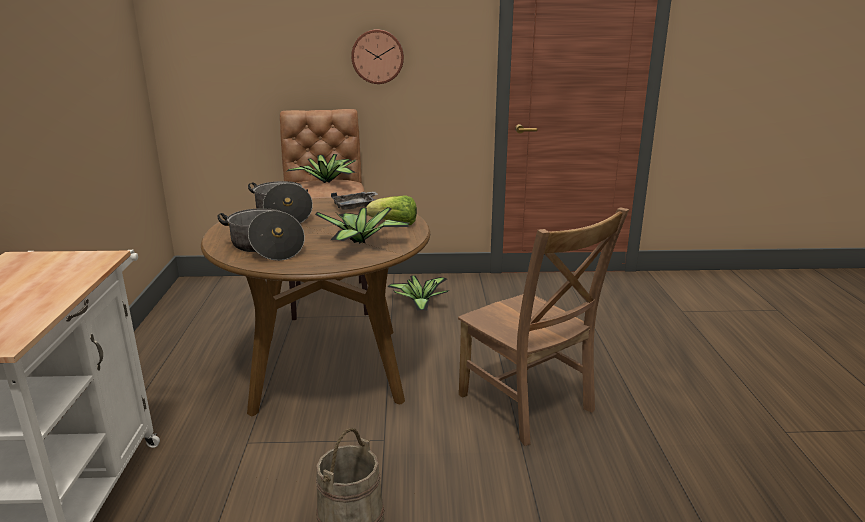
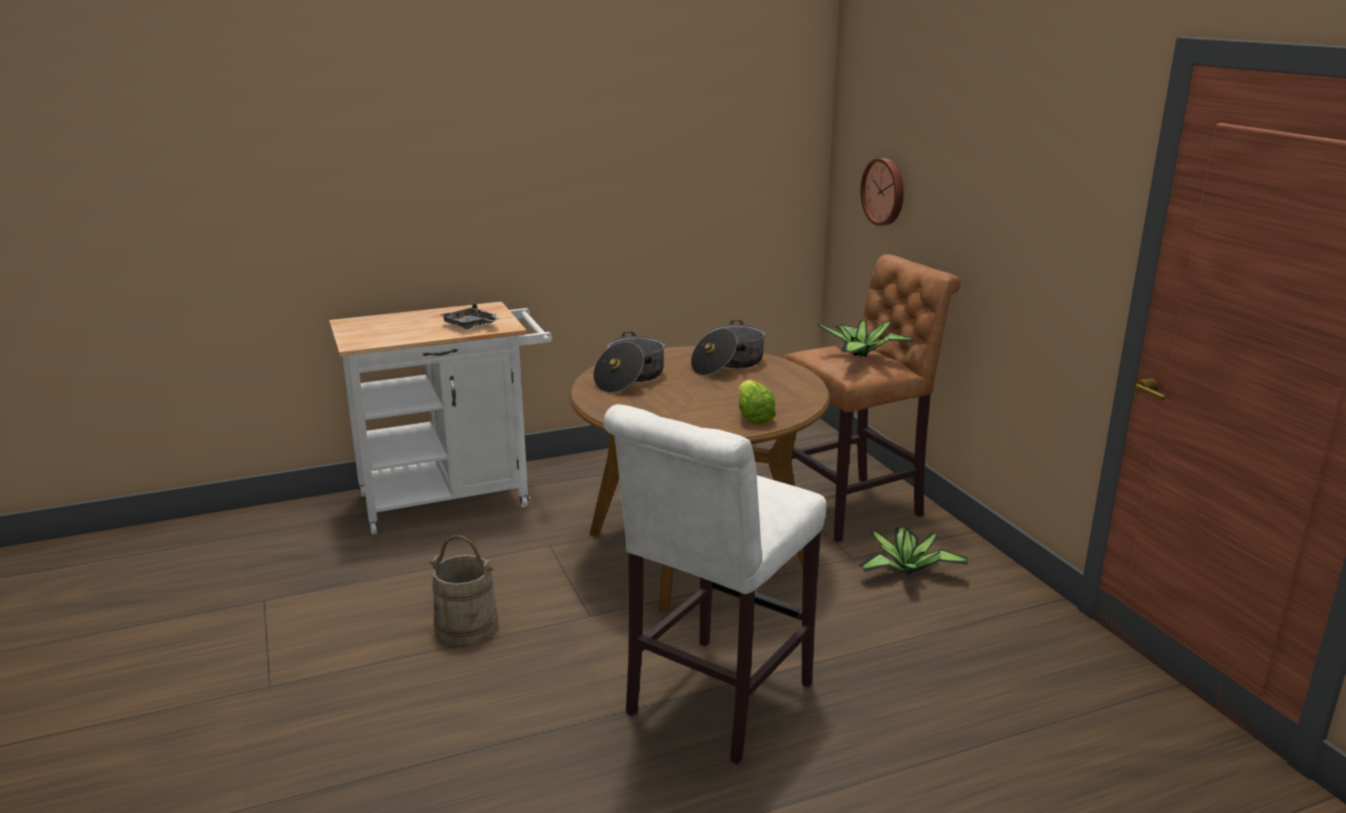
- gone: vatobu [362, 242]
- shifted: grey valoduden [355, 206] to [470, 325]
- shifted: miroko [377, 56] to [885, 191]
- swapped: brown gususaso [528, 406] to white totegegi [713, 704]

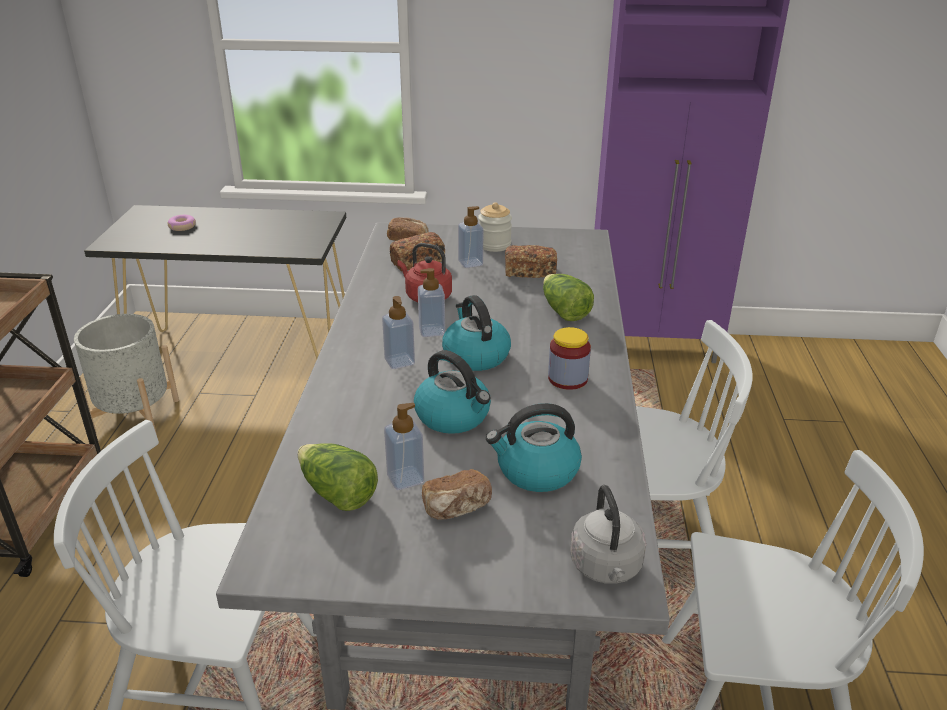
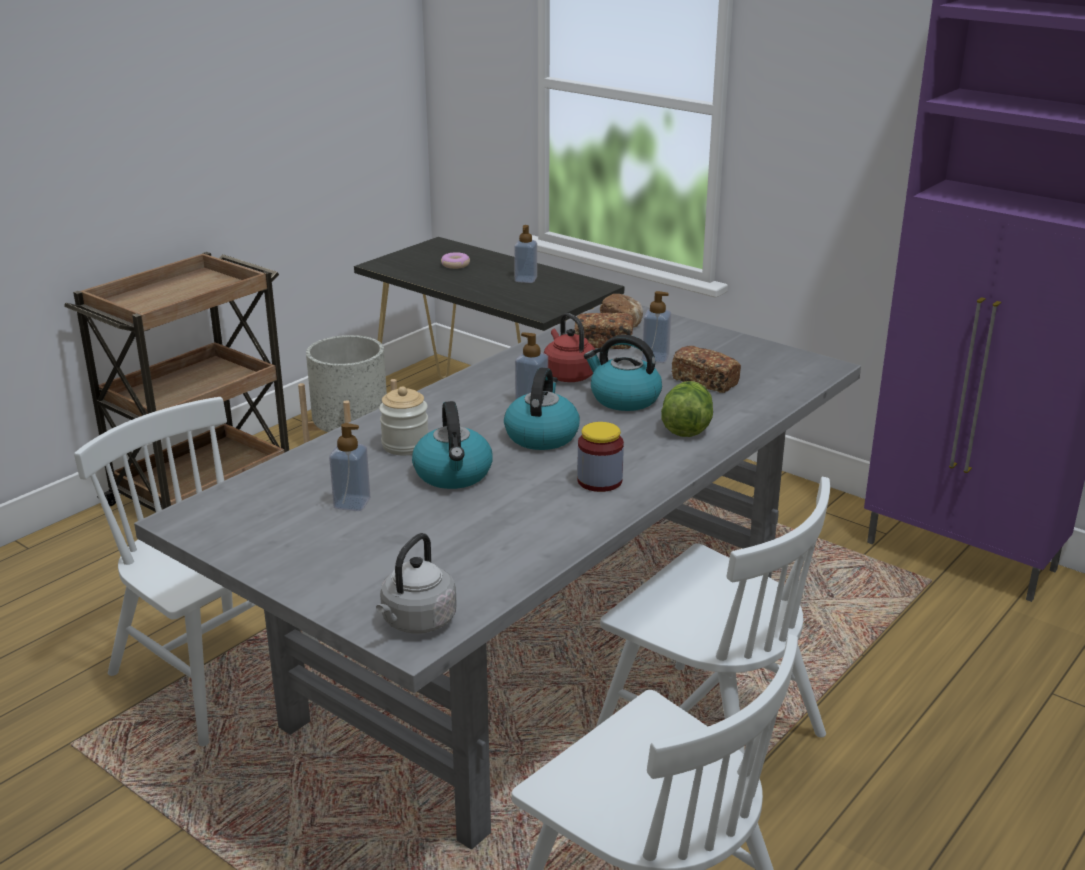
- gone: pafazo [337, 493]
- shifted: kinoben [399, 361] to [525, 279]
- gone: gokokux [457, 508]
- shifted: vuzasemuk [494, 245] to [405, 445]
- shifted: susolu [536, 471] to [623, 399]

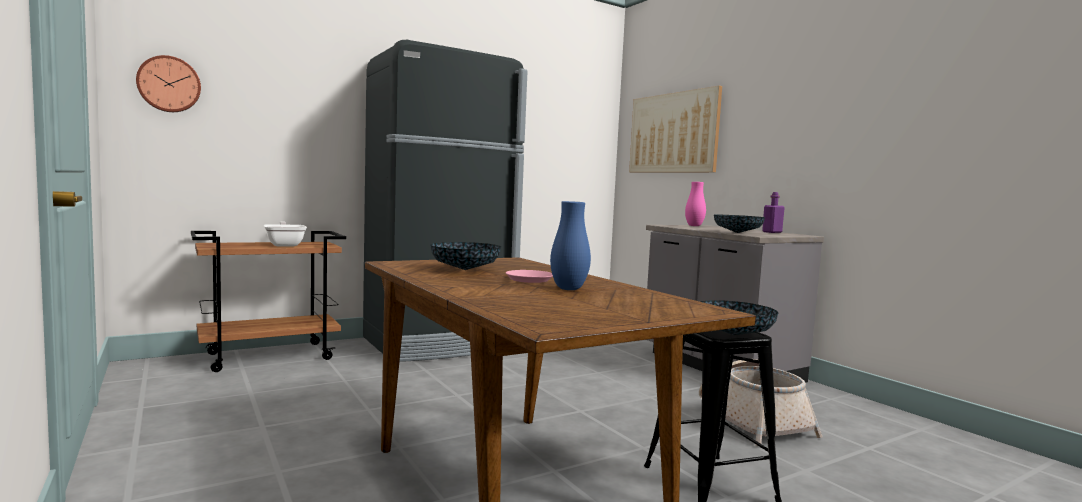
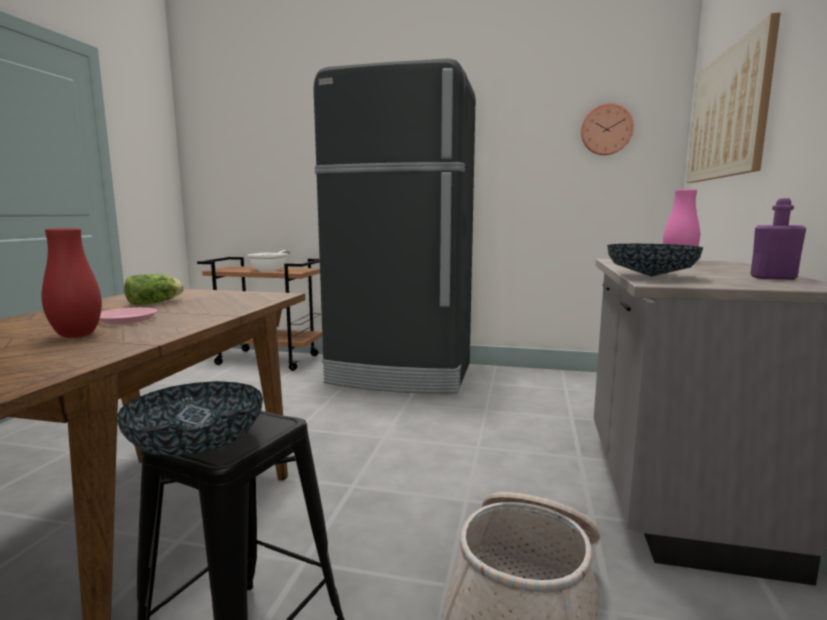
- shifted: miroko [169, 84] to [606, 130]
- swapped: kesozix [465, 270] to pafazo [156, 303]
- repainted: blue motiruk [568, 289] to red motiruk [77, 336]

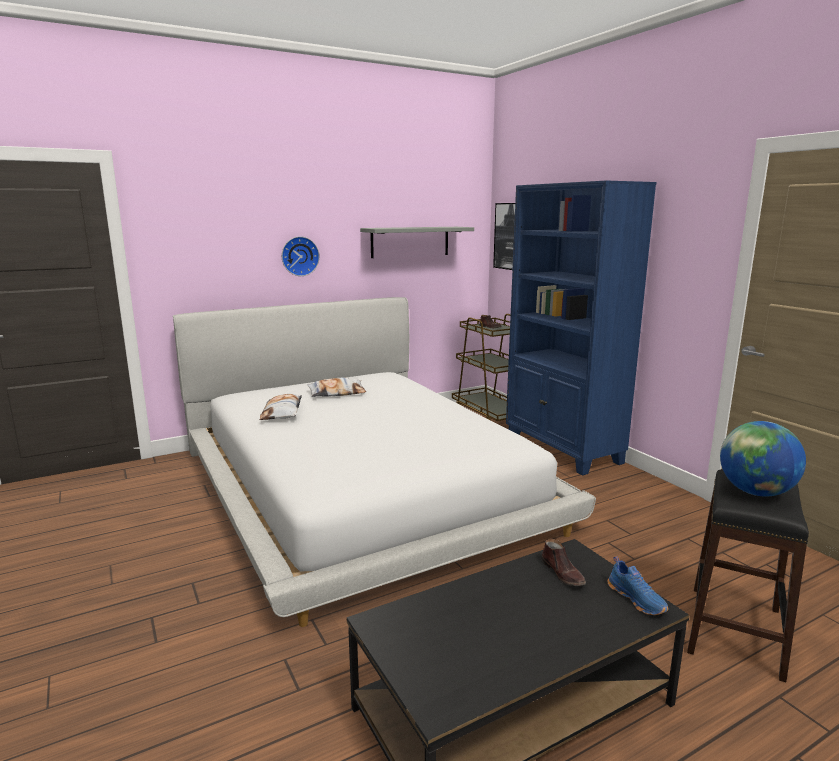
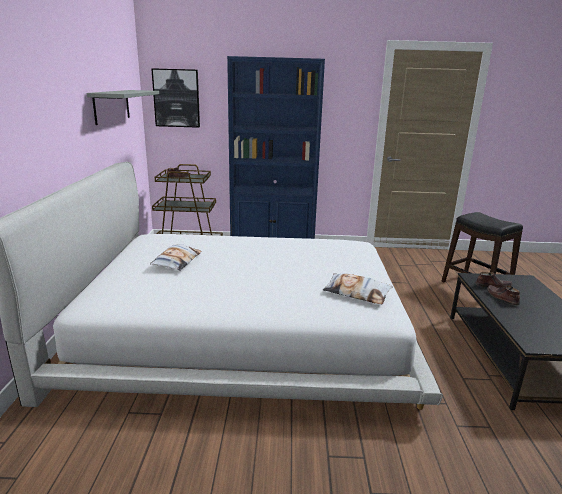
- shifted: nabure [282, 412] to [357, 293]
- gone: miroko [299, 256]
- gone: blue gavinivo [637, 599]
- gone: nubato [755, 492]
- new: brown gavinivo [501, 298]

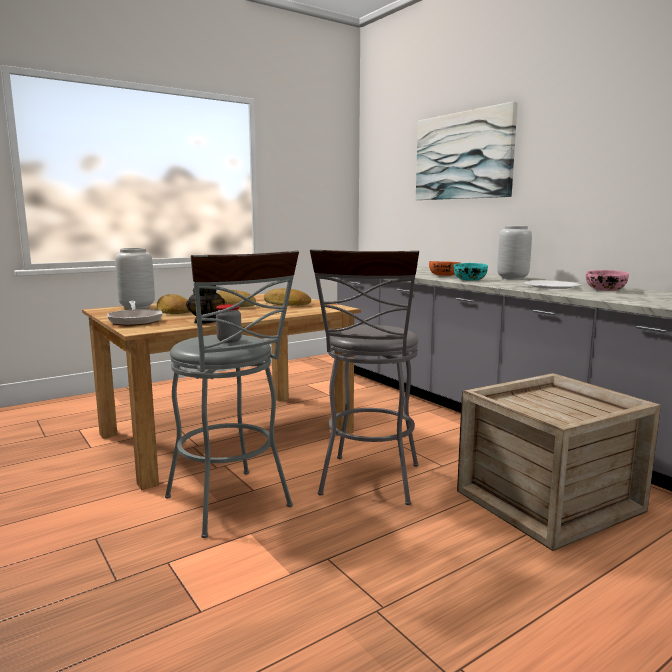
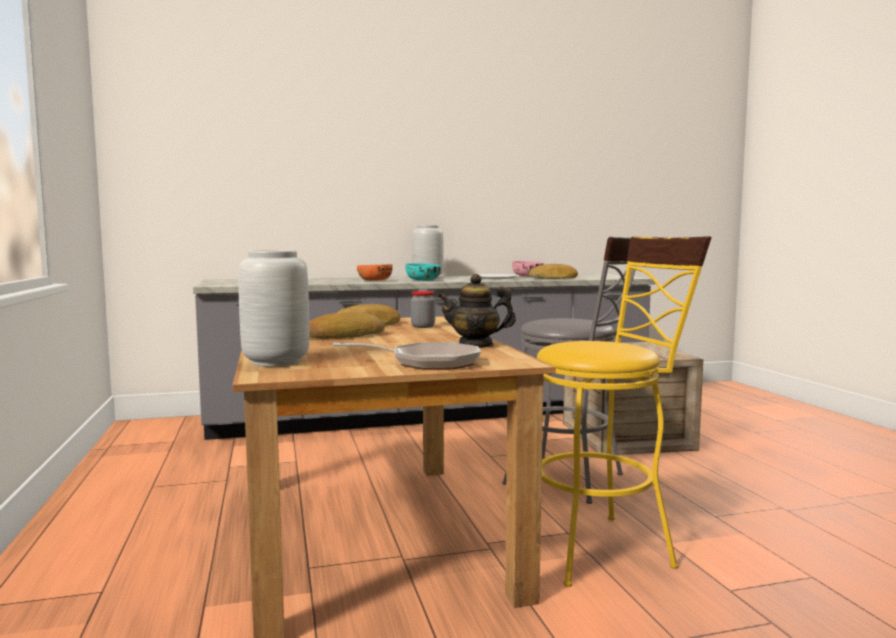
- shifted: gokokux [173, 311] to [554, 278]
- repainted: grey totegegi [233, 505] to yellow totegegi [604, 546]
- shifted: vuzasemuk [229, 340] to [423, 326]
- gone: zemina [463, 156]

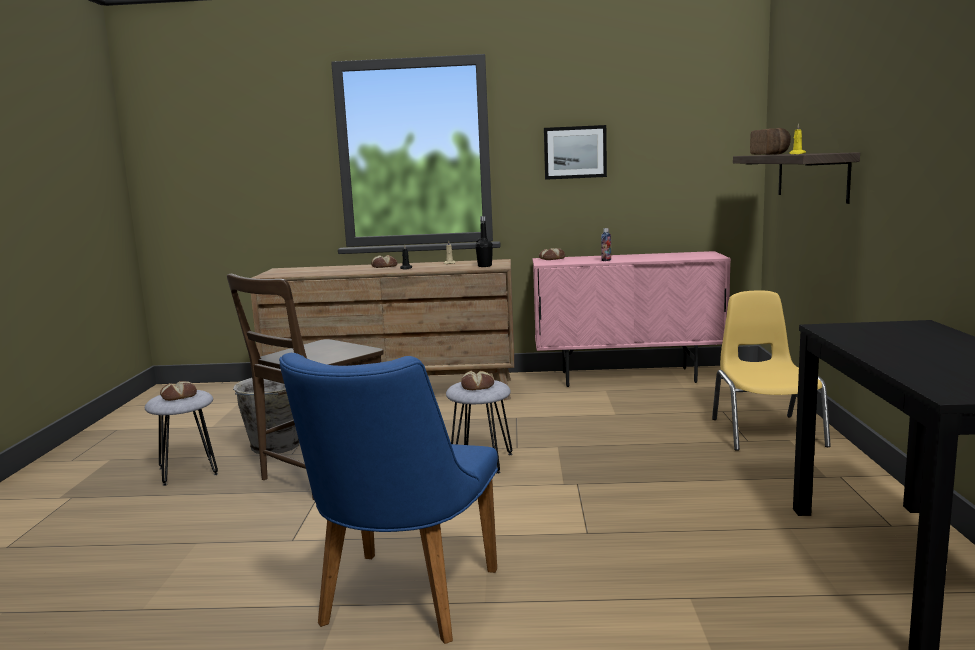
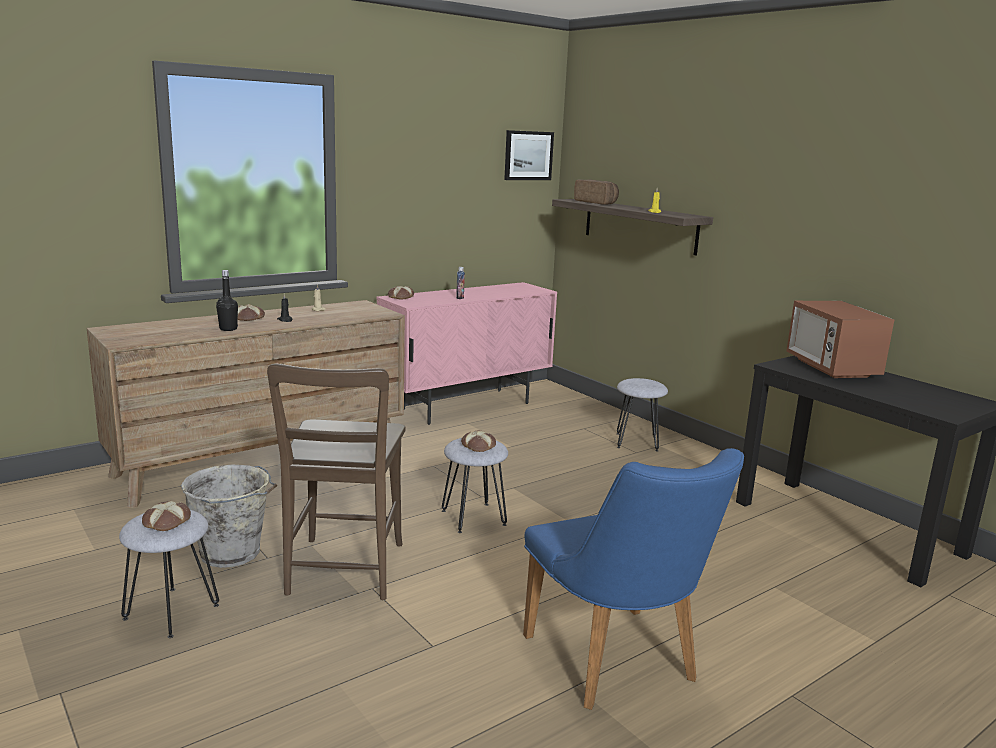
- shifted: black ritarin [484, 266] to [228, 329]
- shifted: zemina [575, 152] to [528, 155]
- swapped: yellow gususaso [765, 432] to grey totegegi [637, 442]
- new: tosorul [831, 368]

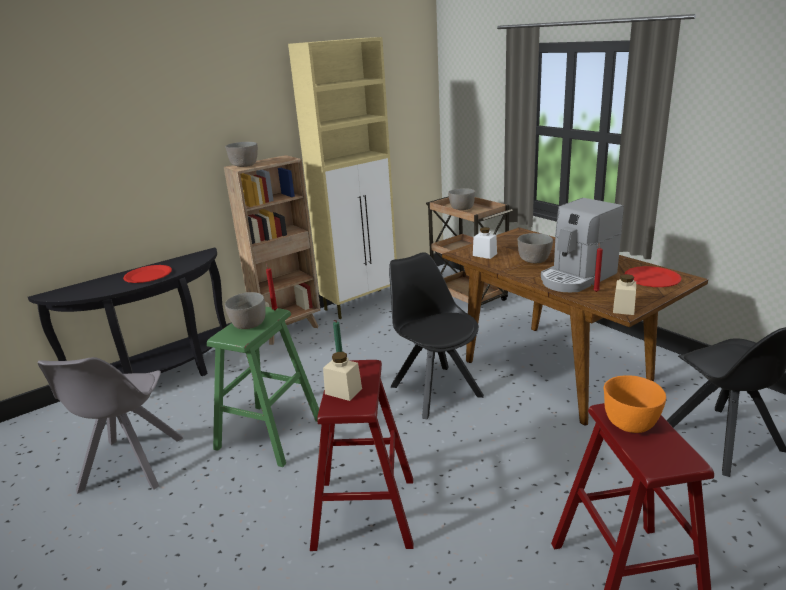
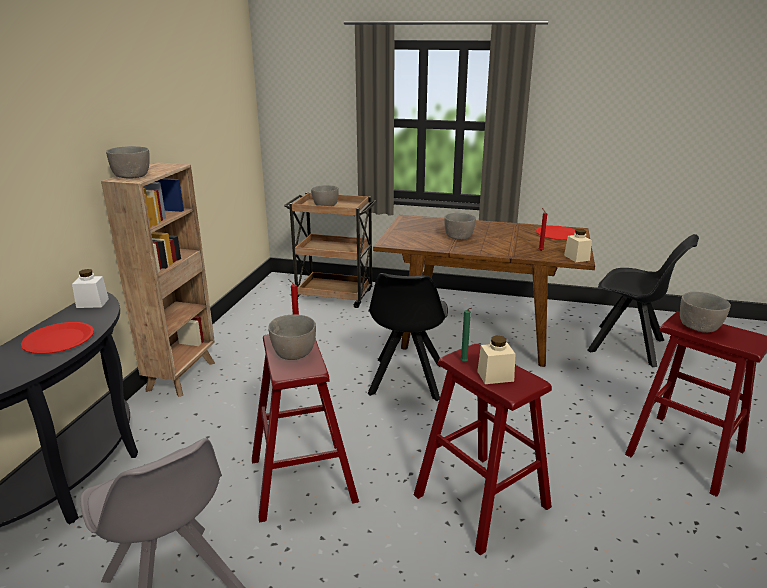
- repainted: green totegegi [269, 434] to red totegegi [302, 480]
- gone: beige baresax [361, 303]
- rotated: black gususaso [434, 390] = [406, 380] 105 degrees counterclockwise
- shifted: white vuzasemuk [484, 254] to [92, 303]
- gone: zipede [576, 278]
- repainted: orange kesozix [631, 423] to grey kesozix [699, 327]

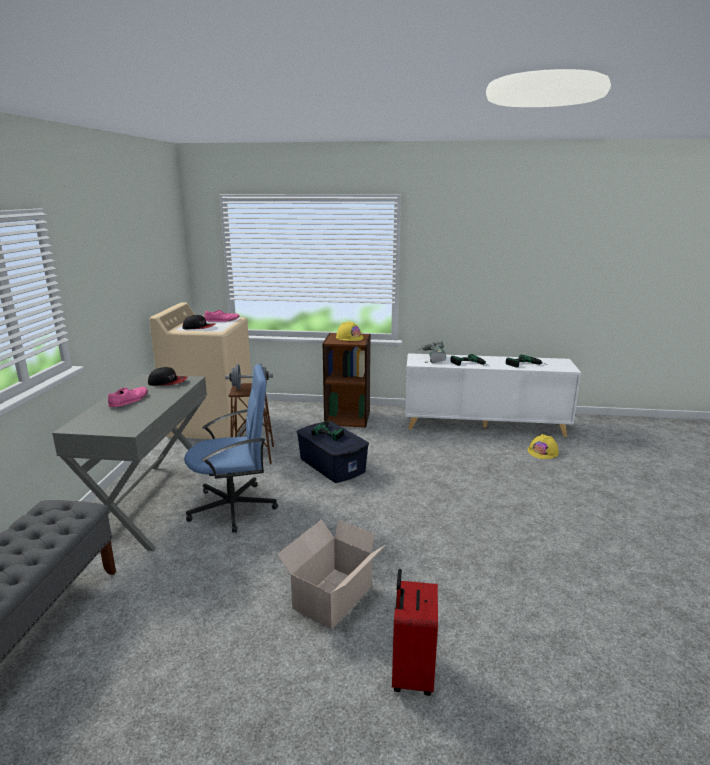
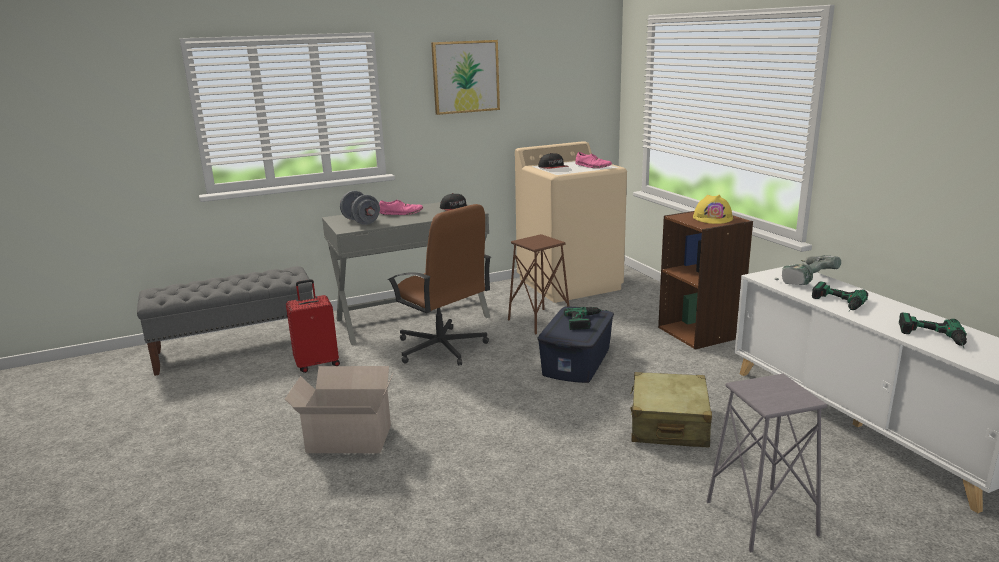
- repainted: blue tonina [234, 507] to brown tonina [441, 348]
- shifted: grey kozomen [250, 388] to [361, 221]
- shifted: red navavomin [411, 674] to [317, 364]
- gone: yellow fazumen [543, 452]
- new: zemina [465, 77]
- new: beige navavomin [668, 424]
- new: grey totegegi [761, 518]

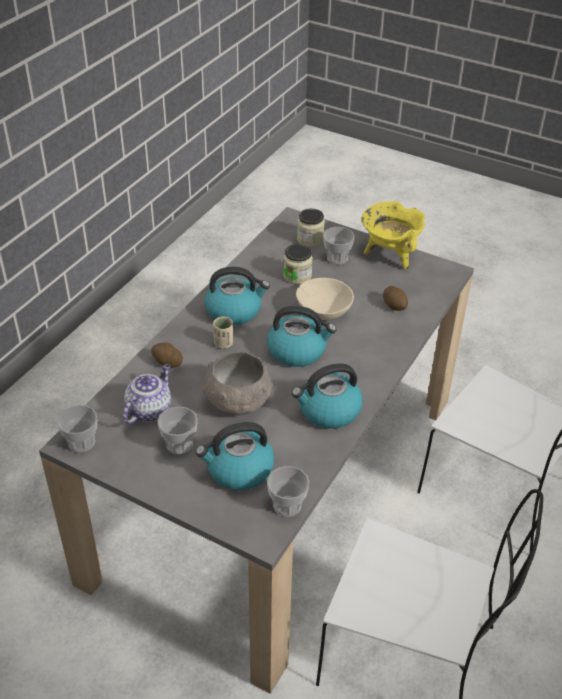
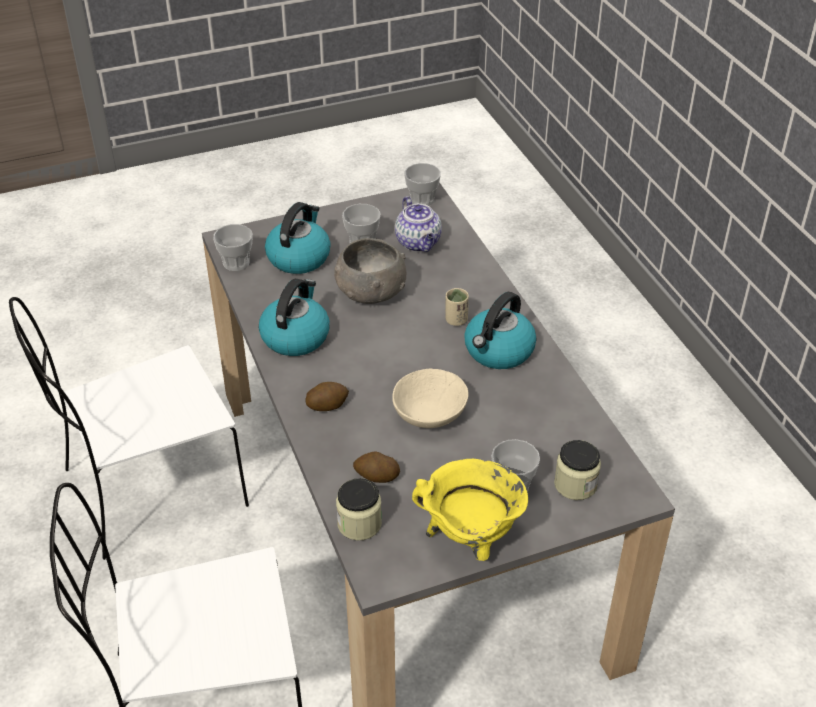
- shifted: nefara [167, 362] to [327, 405]
- gone: susolu [298, 351]
- shifted: vuzasemuk [297, 276] to [359, 524]

